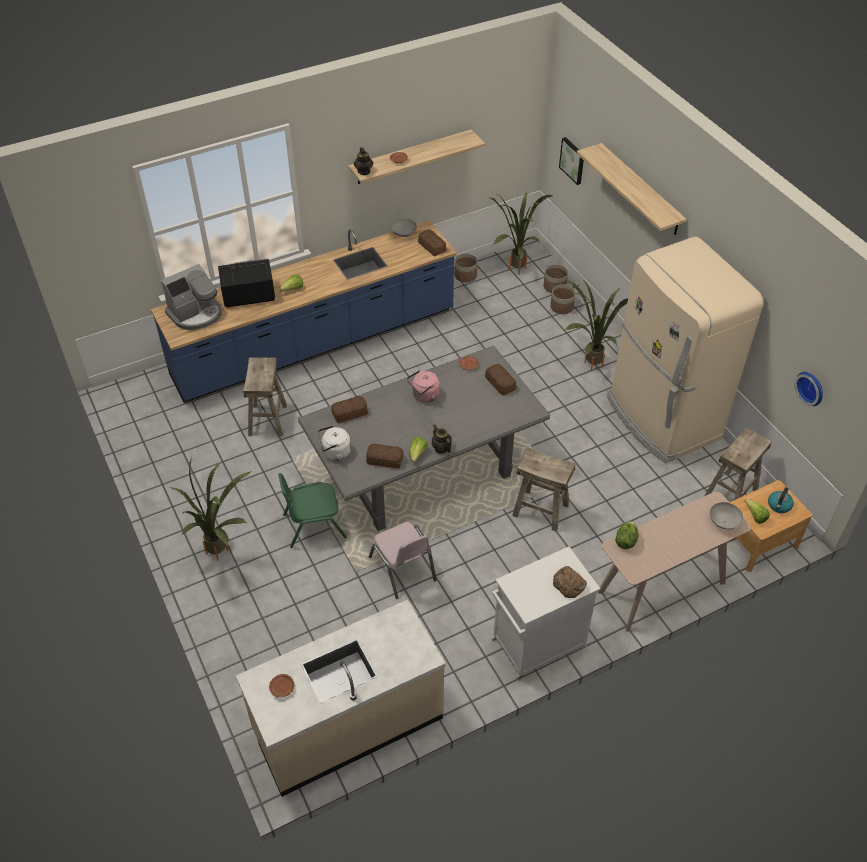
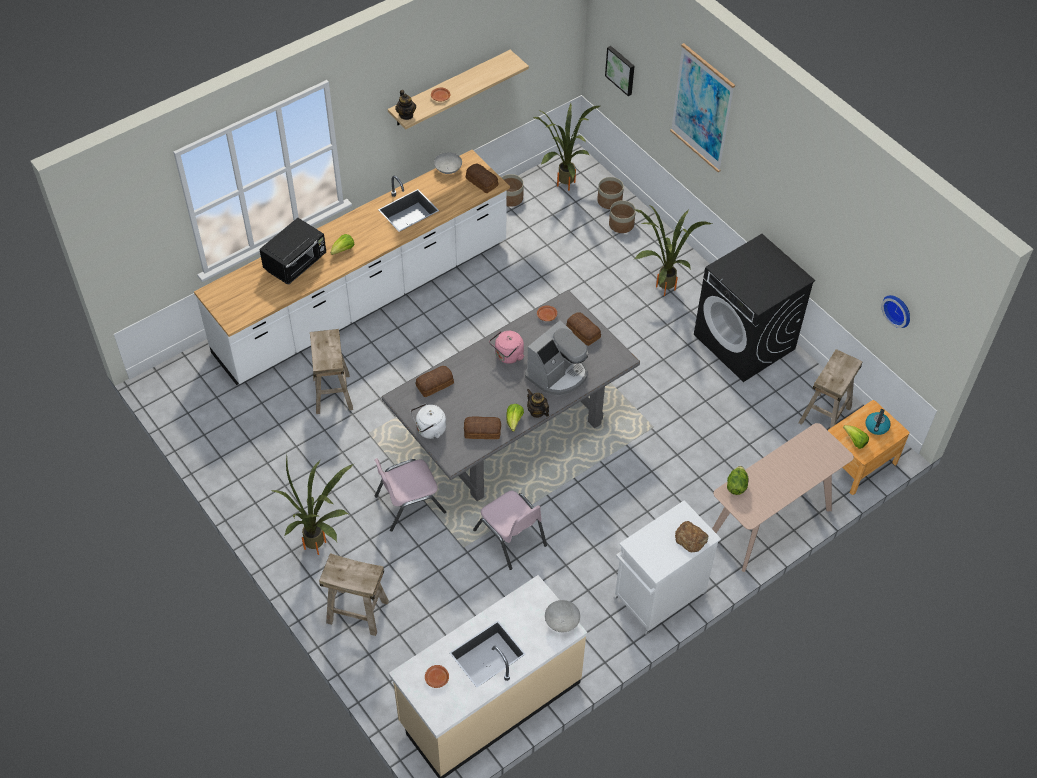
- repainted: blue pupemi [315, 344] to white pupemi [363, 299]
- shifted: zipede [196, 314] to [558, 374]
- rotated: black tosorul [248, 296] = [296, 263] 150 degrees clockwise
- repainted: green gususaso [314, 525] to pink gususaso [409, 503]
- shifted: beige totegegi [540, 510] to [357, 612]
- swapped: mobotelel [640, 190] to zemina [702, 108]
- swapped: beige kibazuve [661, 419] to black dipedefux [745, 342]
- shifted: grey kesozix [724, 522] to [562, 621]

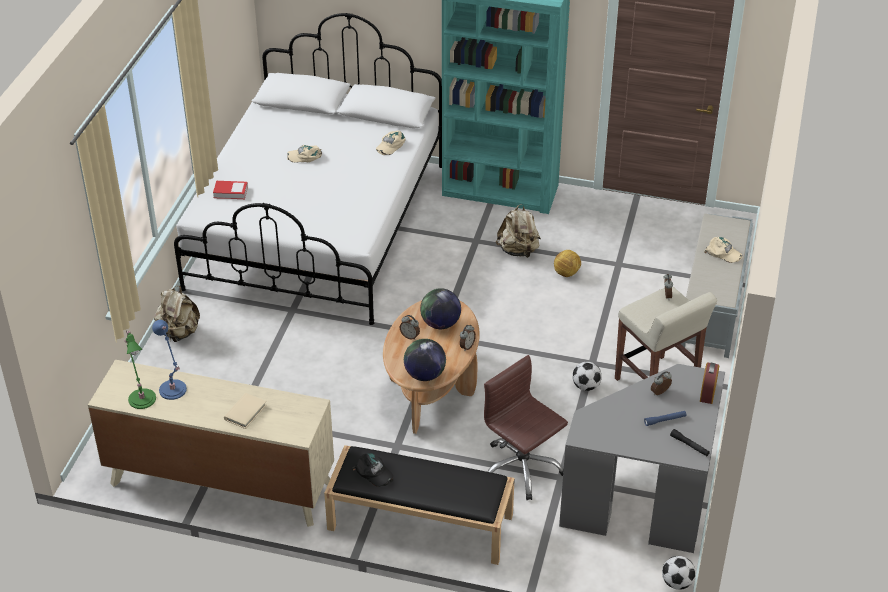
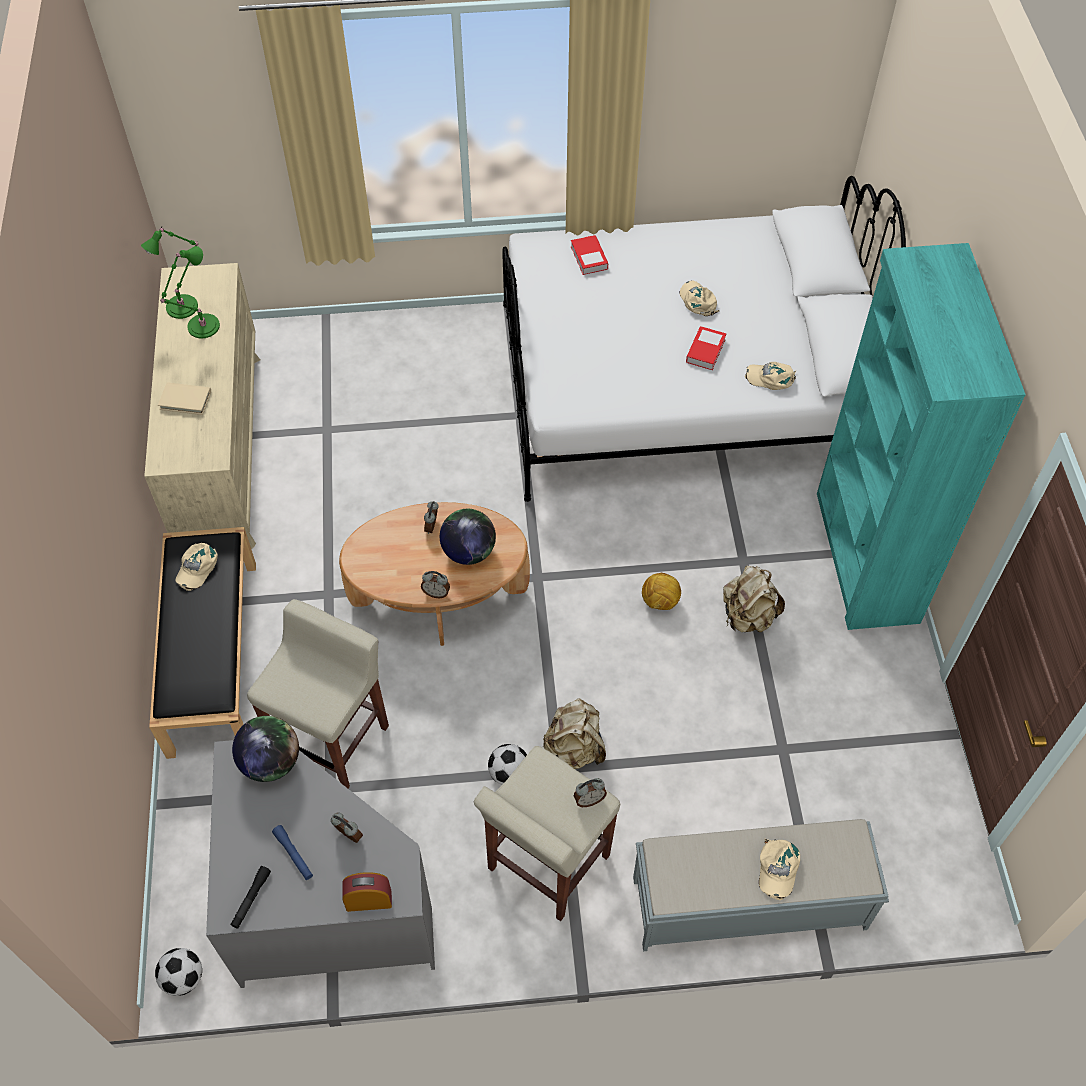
- repainted: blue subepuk [173, 391] to green subepuk [201, 328]
- shifted: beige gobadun [179, 332] to [574, 748]
- repainted: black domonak [373, 472] to beige domonak [197, 567]
- shifted: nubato [424, 375] to [271, 762]
- swapped: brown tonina [521, 468] to beige totegegi [333, 738]
- shifted: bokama [566, 273] to [660, 602]
- new: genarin [705, 351]

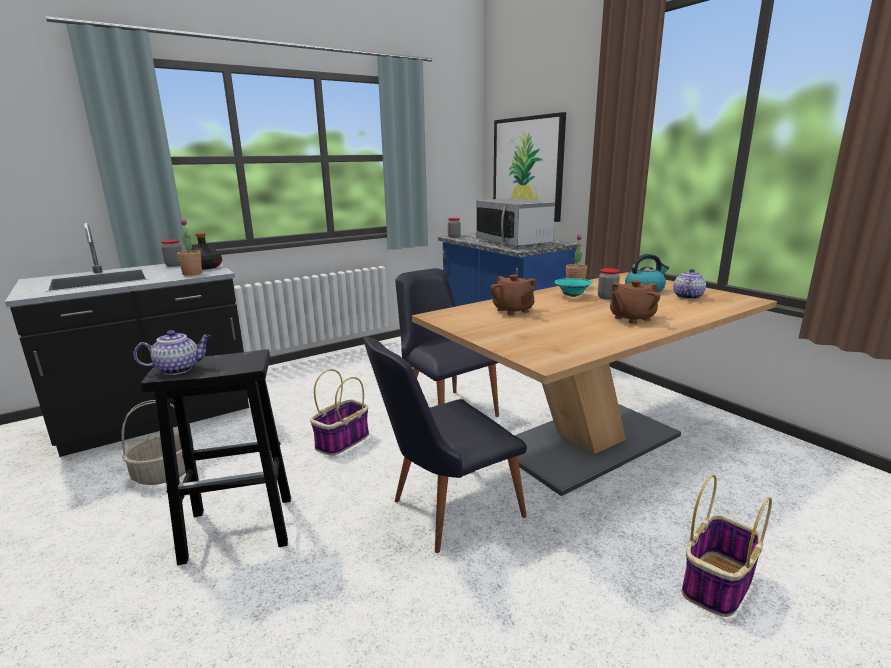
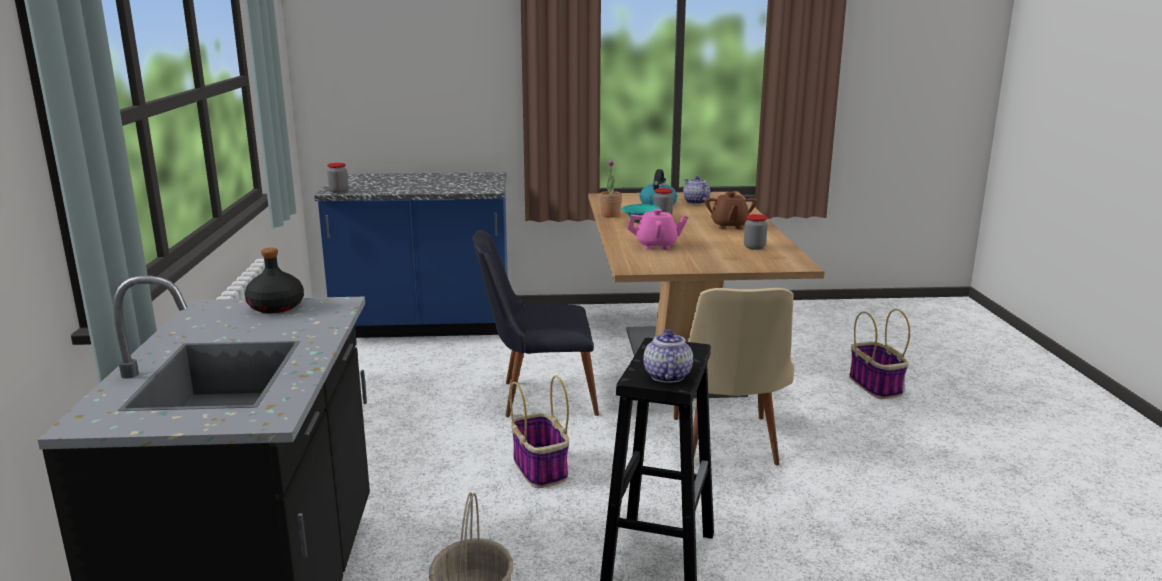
- shifted: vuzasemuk [174, 265] to [754, 247]
- gone: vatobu [192, 273]
- repainted: black gususaso [445, 511] to beige gususaso [725, 447]
- gone: tosorul [513, 242]
- repainted: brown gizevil [513, 310] to pink gizevil [657, 246]
- gone: zemina [527, 168]

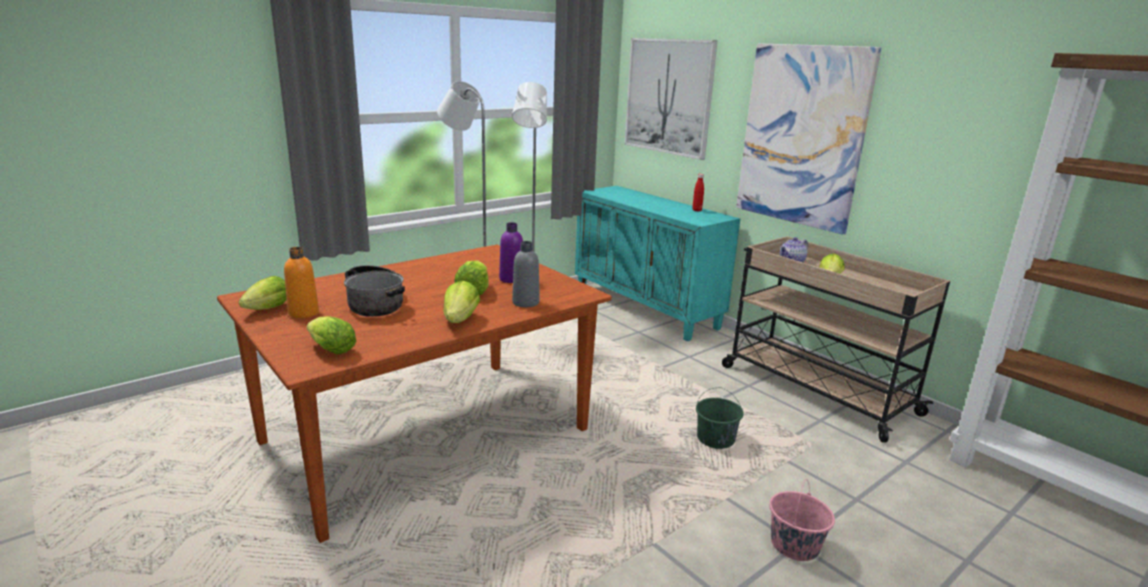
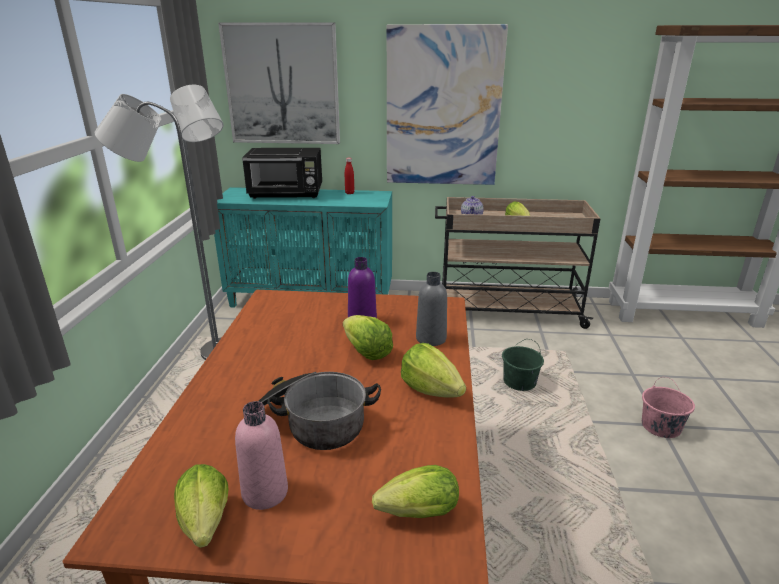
- repainted: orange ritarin [303, 313] to pink ritarin [265, 492]
- new: black tosorul [287, 194]

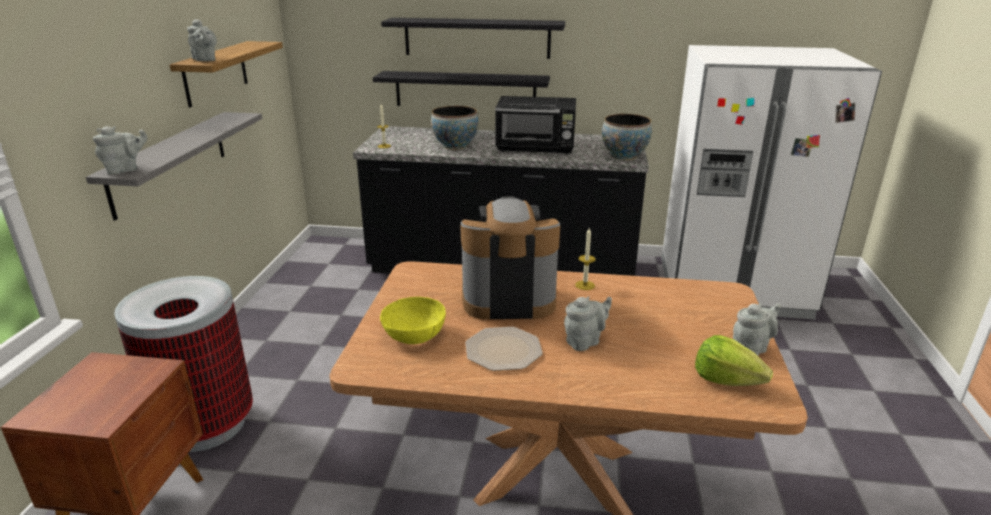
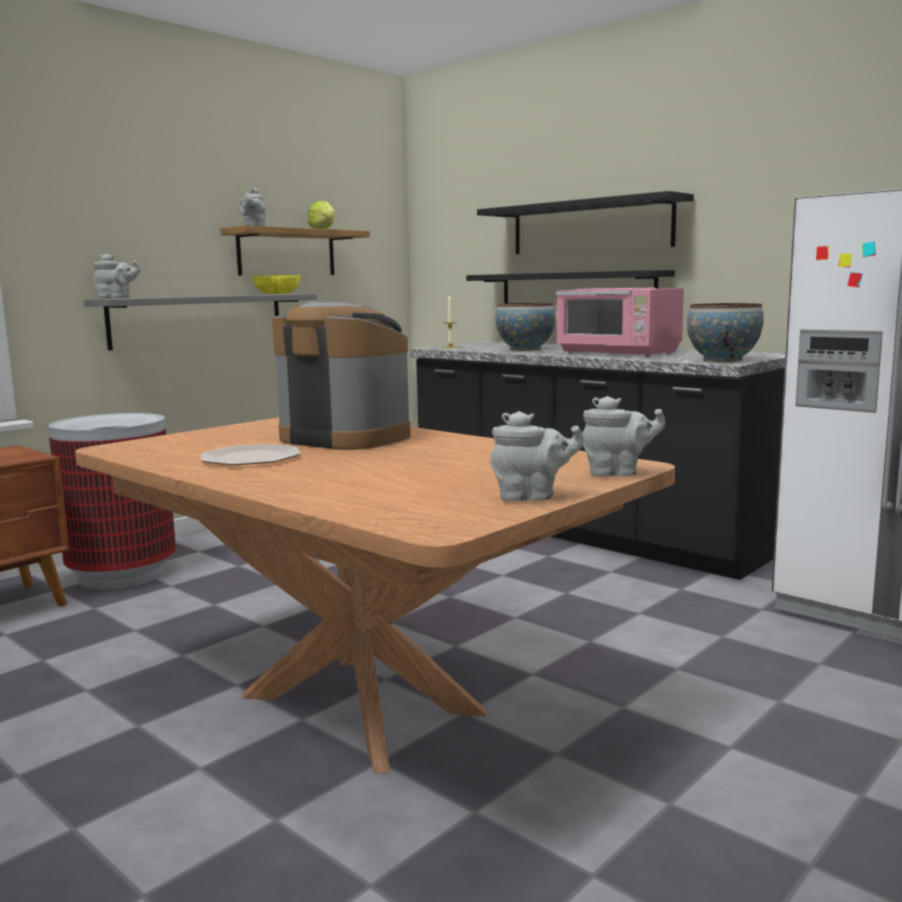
- shifted: yellow kesozix [414, 334] to [277, 294]
- repainted: black tosorul [536, 148] to pink tosorul [618, 353]
- shifted: grey gizevil [585, 341] to [617, 473]
- gone: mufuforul [585, 285]
- shifted: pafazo [726, 380] to [323, 229]

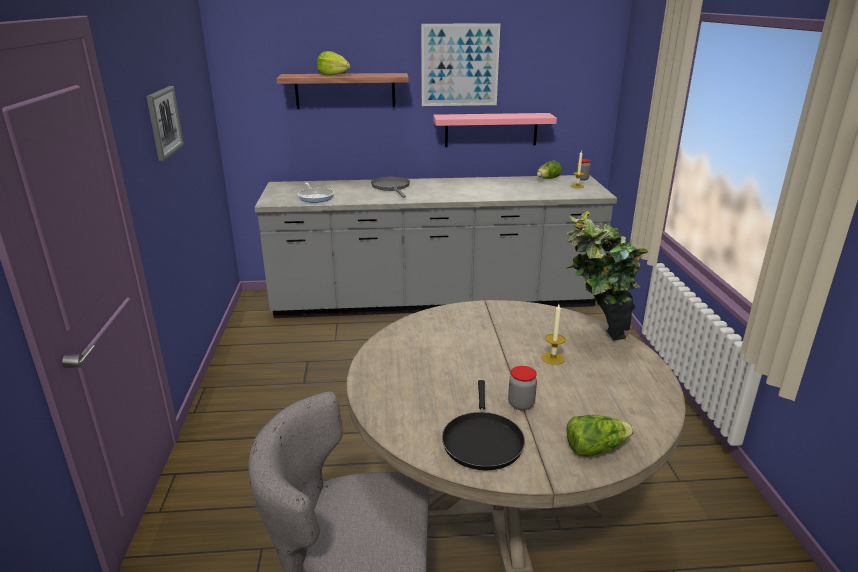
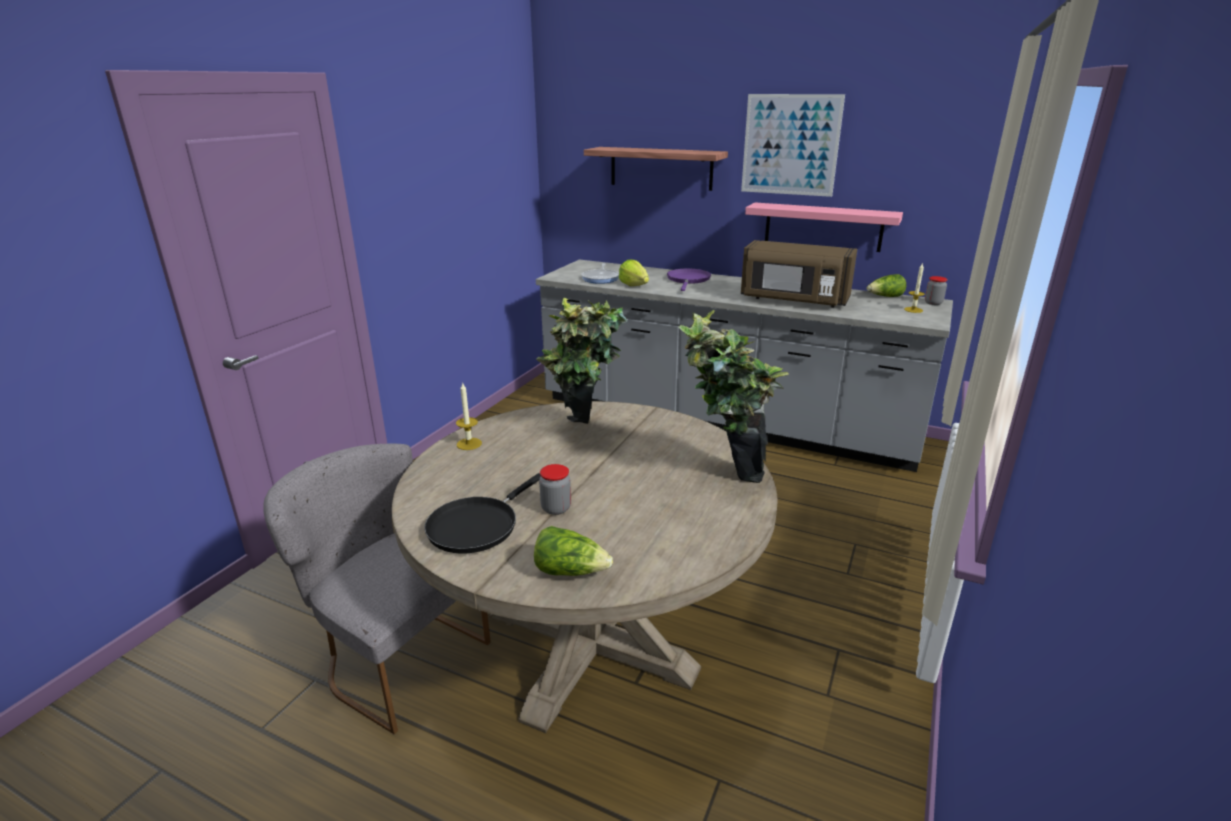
- gone: zemina [163, 122]
- shifted: pafazo [333, 75] to [634, 285]
- repainted: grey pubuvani [391, 187] to purple pubuvani [688, 280]
- shifted: mufuforul [553, 358] to [469, 444]
- new: vatobu [582, 432]
- new: brown tosorul [793, 300]

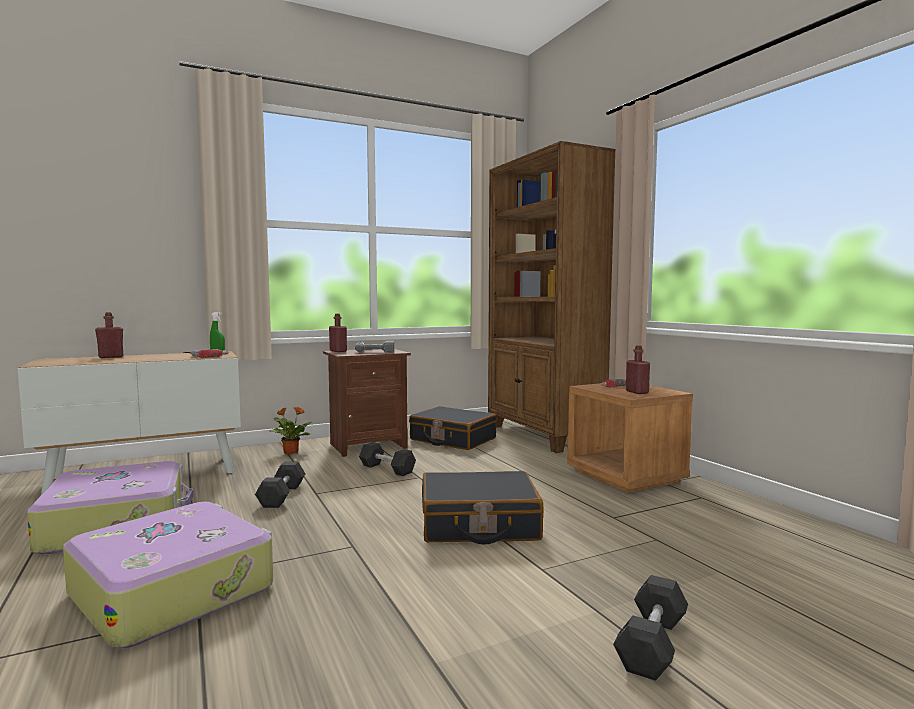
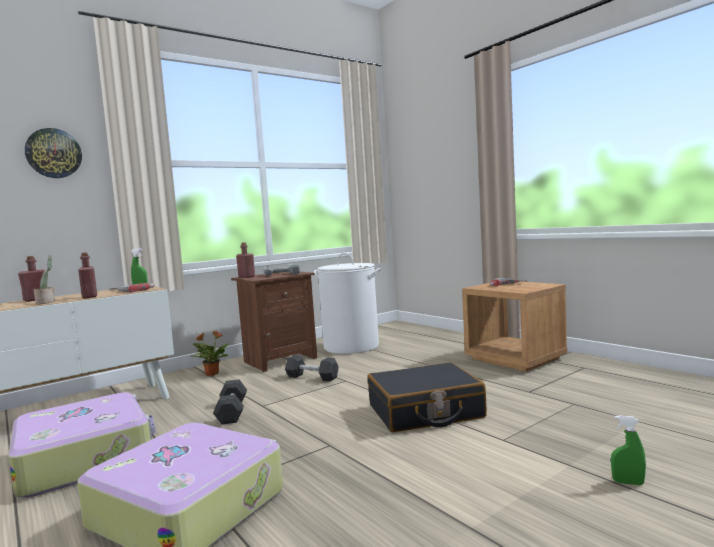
- swapped: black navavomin [452, 439] to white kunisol [351, 346]
- gone: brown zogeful [543, 435]
- swapped: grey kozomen [652, 644] to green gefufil [628, 483]
- shifted: red ritarin [637, 392] to [89, 296]
- new: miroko [53, 153]
- new: vatobu [46, 302]

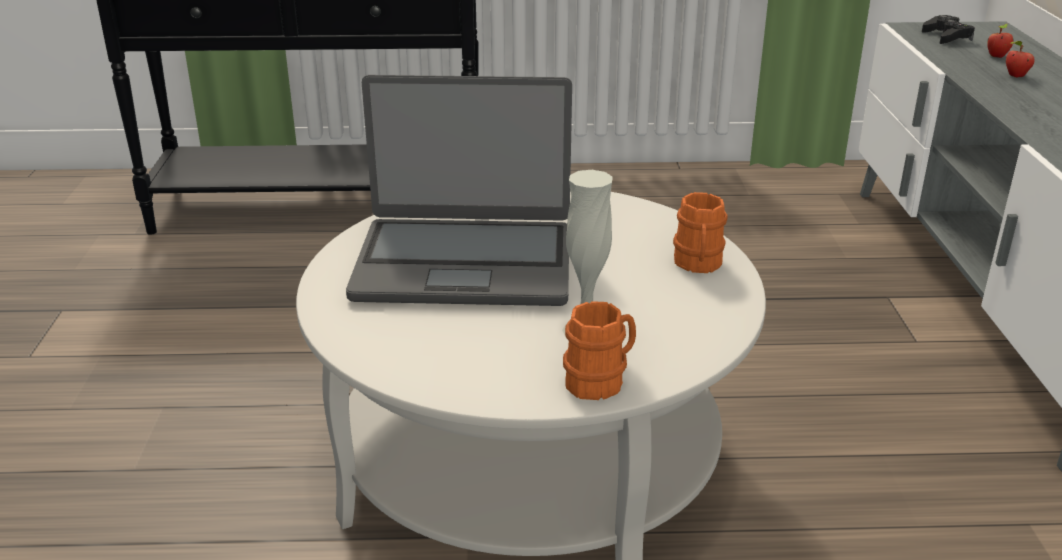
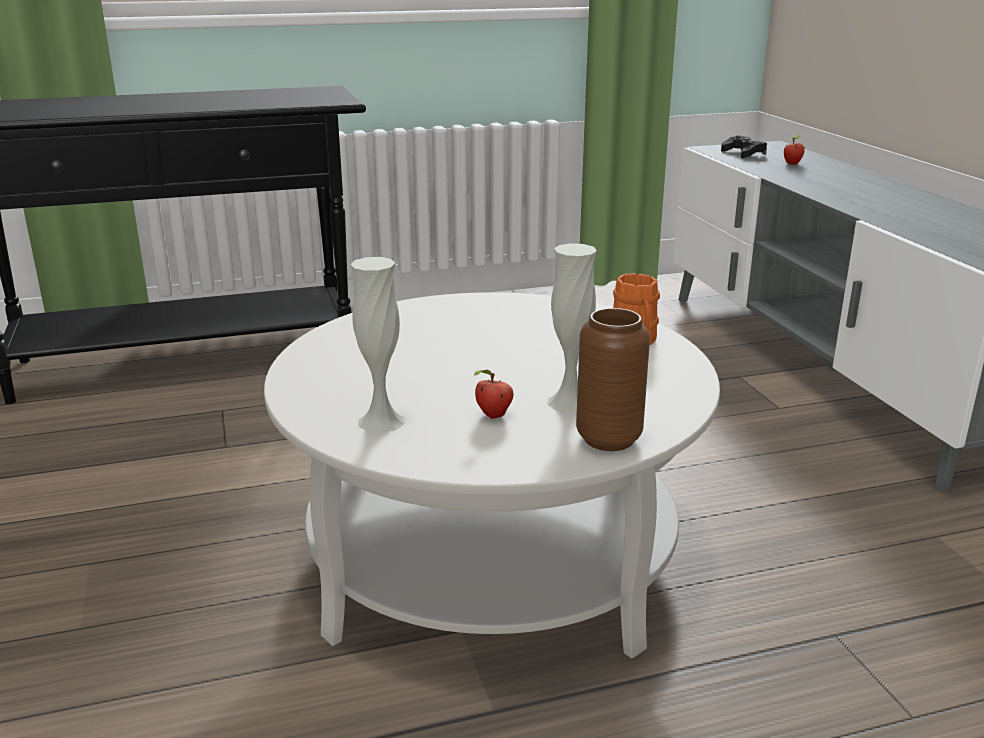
- gone: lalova [464, 263]
- swapped: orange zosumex [601, 379] to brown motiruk [608, 439]
- shifted: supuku [1015, 76] to [493, 416]
- new: white motiruk [381, 421]

